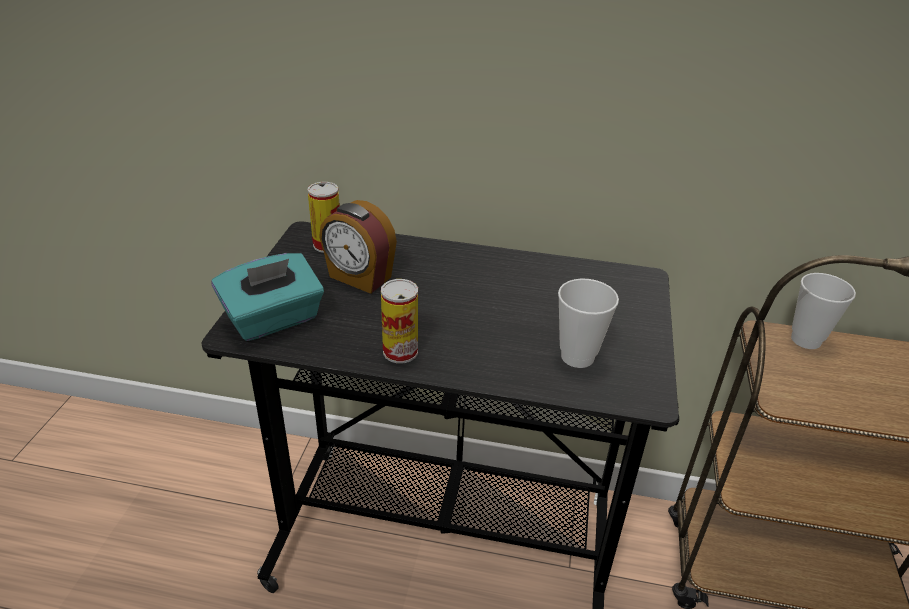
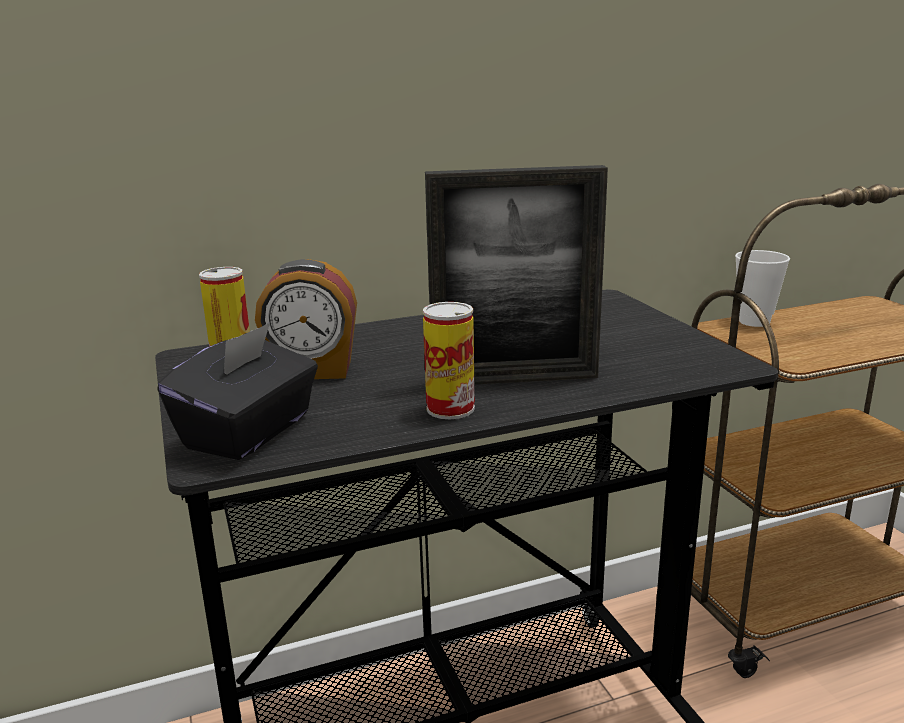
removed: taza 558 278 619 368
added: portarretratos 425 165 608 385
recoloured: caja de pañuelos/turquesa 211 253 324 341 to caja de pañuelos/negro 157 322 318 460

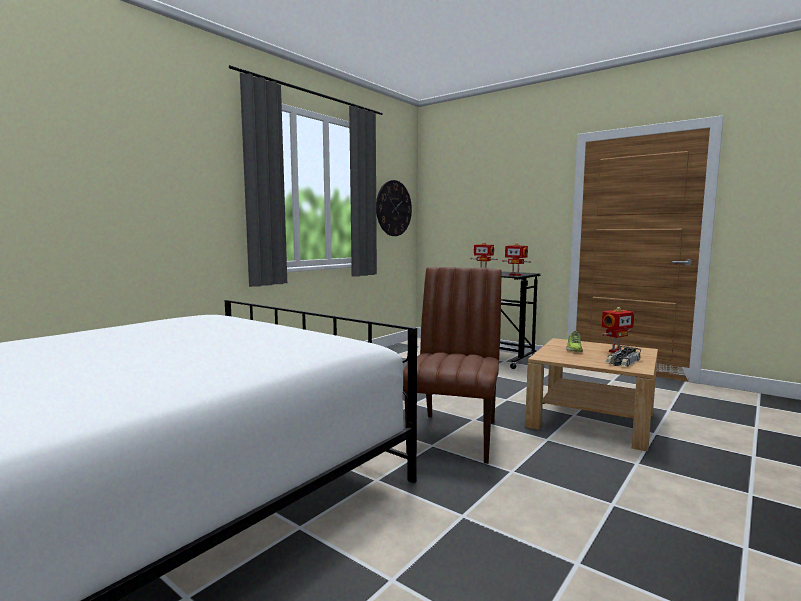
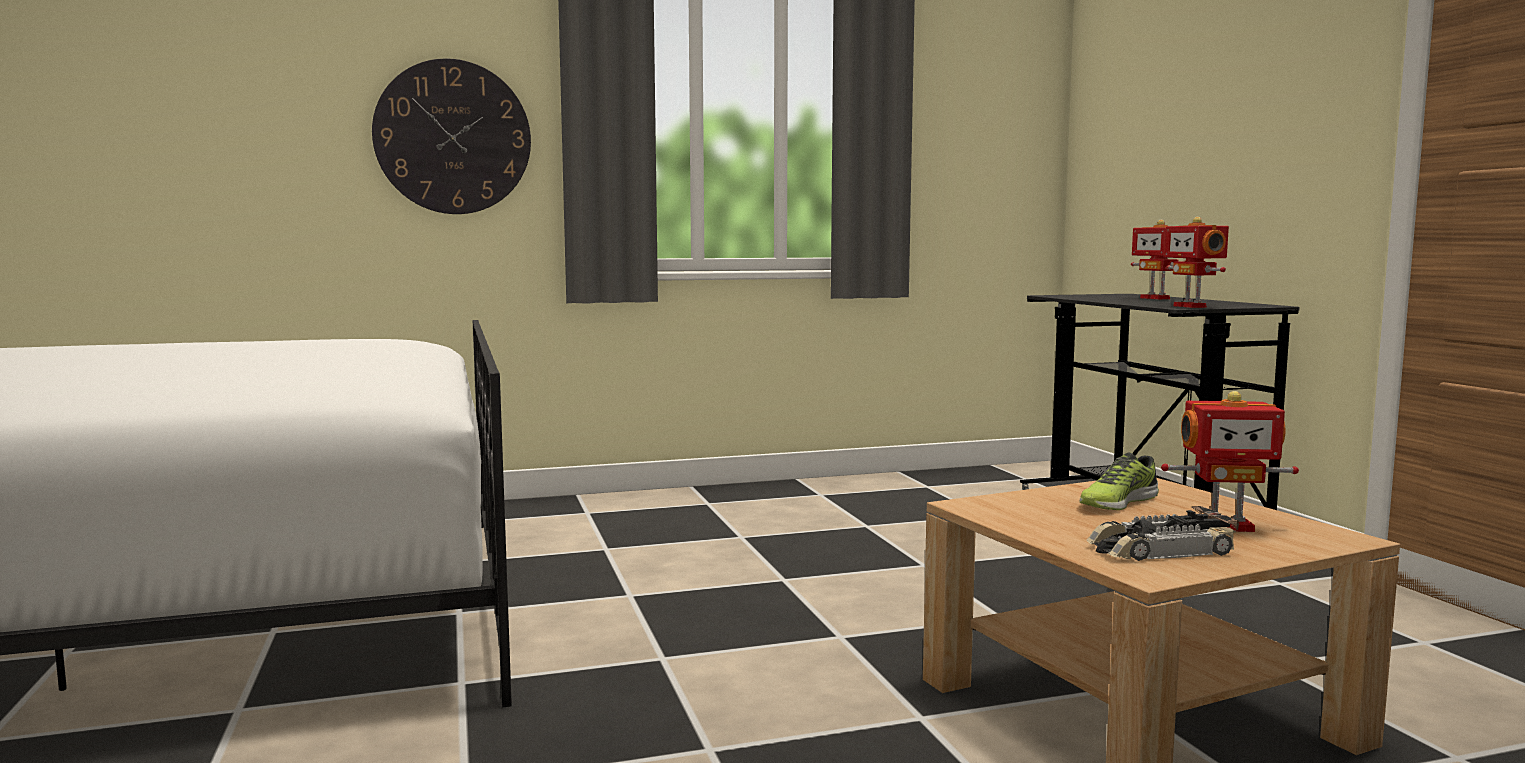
removed: silla/marrón 403 267 502 464
moved: reloj de pared 376 180 412 236 to 372 58 531 214

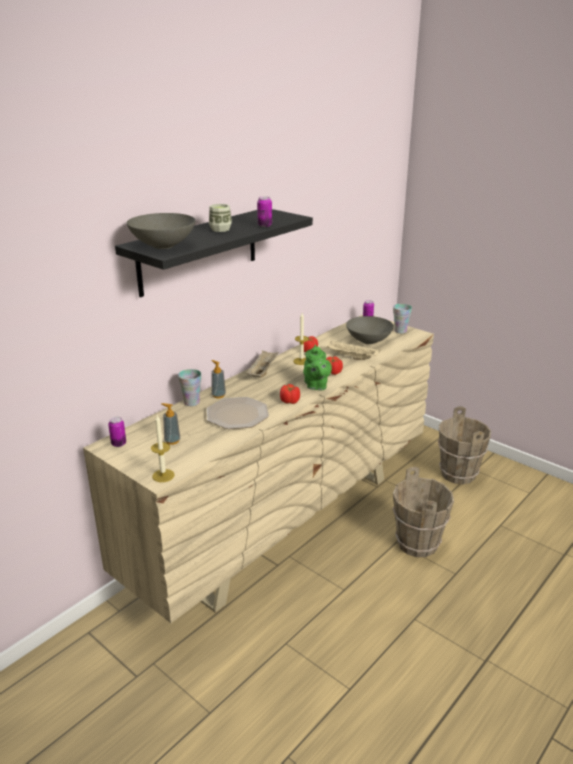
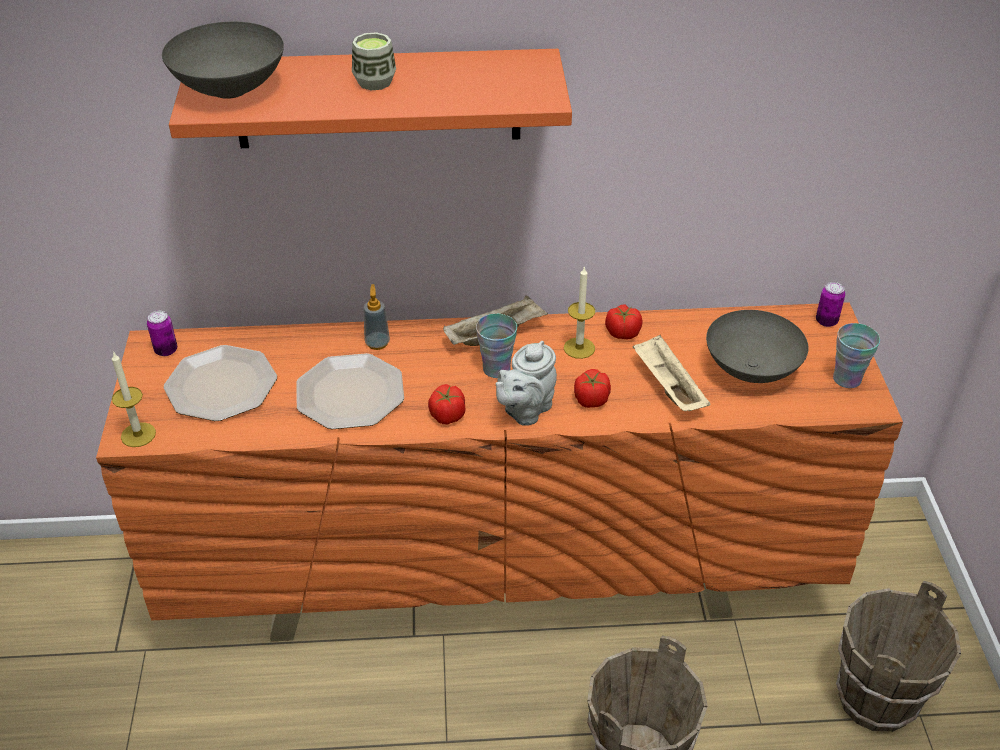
removed: lata 257 197 272 227
moved: taza 178 369 201 406 to 476 314 517 378
replaced: dispensador de jabón 161 403 180 445 to plato 164 345 277 421
recoloured: armario/beis 83 315 434 623 to armario/naranja 96 302 903 642; estante/negro 115 209 313 297 to estante/naranja 169 49 572 148; tetera/verde 303 345 332 390 to tetera/gris 496 341 557 426

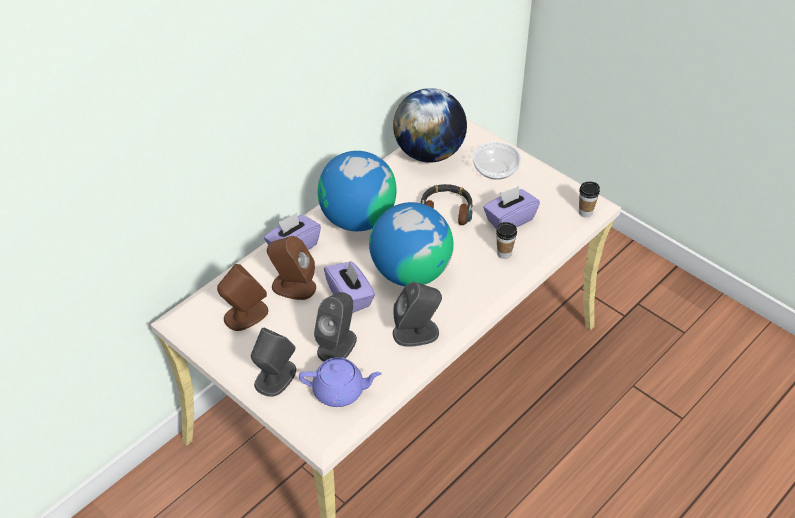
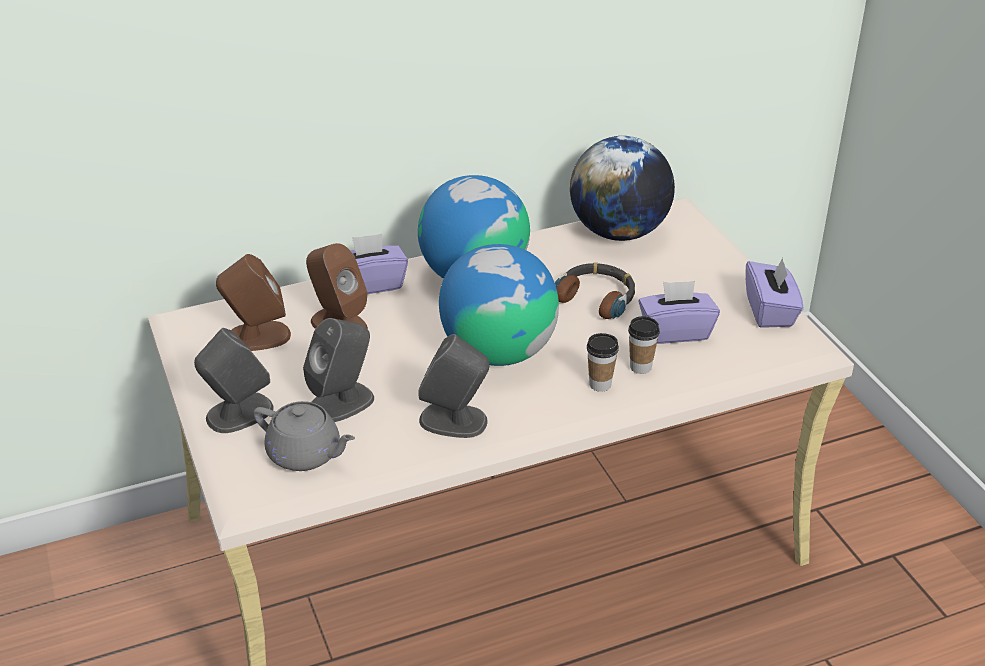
removed: cuenco 473 142 521 180
moved: caja de pañuelos/morado 324 261 375 313 to 746 258 803 328; taza 579 182 600 218 to 587 333 619 392
recoloured: tetera/morado 299 357 382 407 to tetera/gris 253 401 355 471

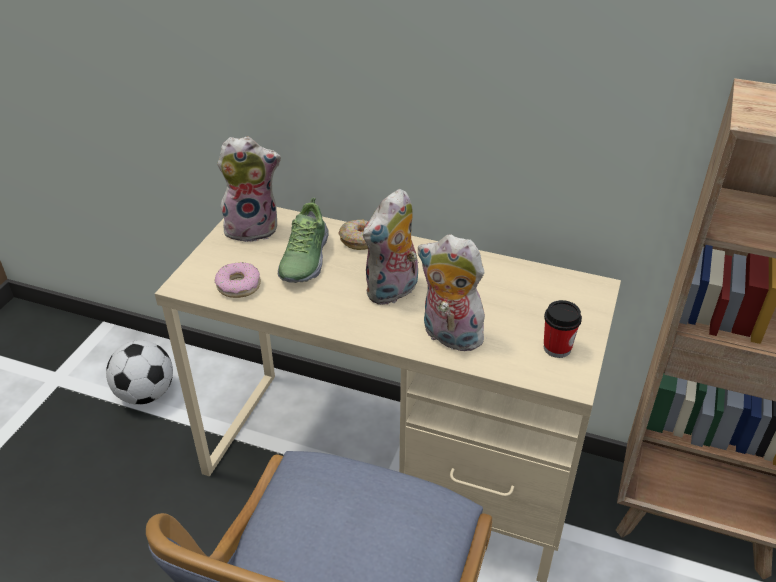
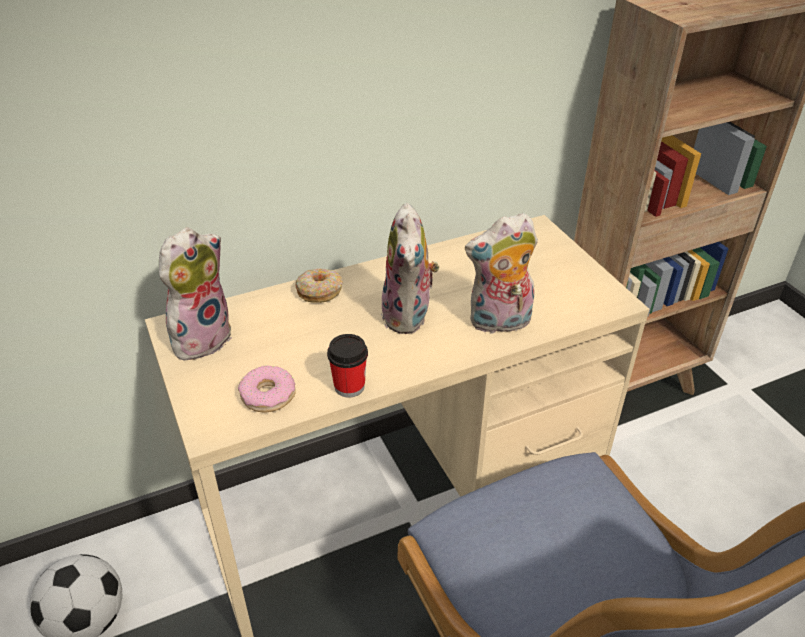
removed: zapato 278 197 329 283
moved: taza 544 300 582 358 to 327 334 368 397

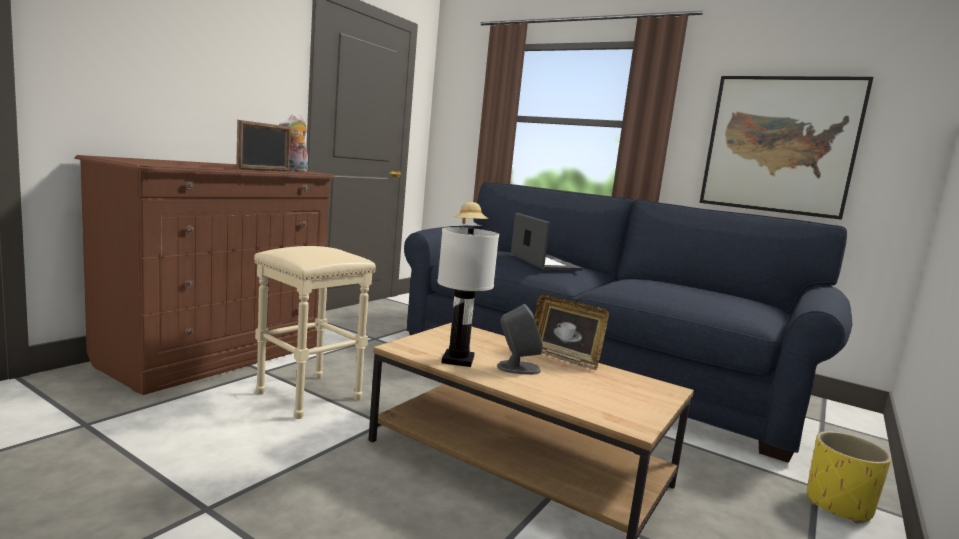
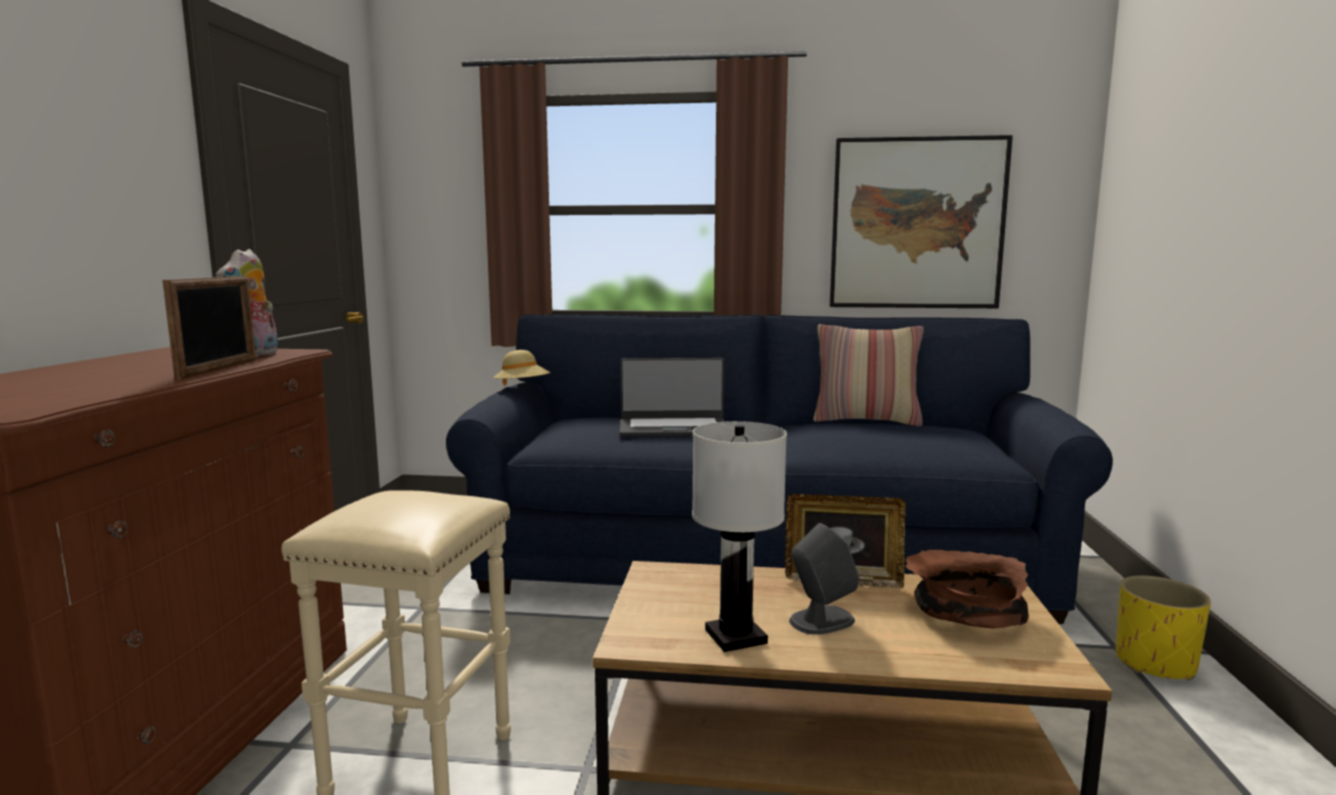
added: cojín 813 324 924 426; cuenco/marrón 906 550 1029 628
turned: portátil 511 213 583 271 = 620 358 725 437 135 degrees clockwise

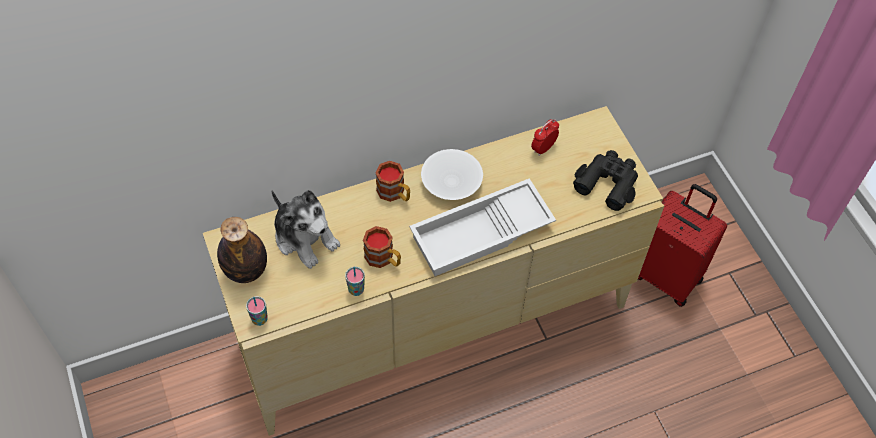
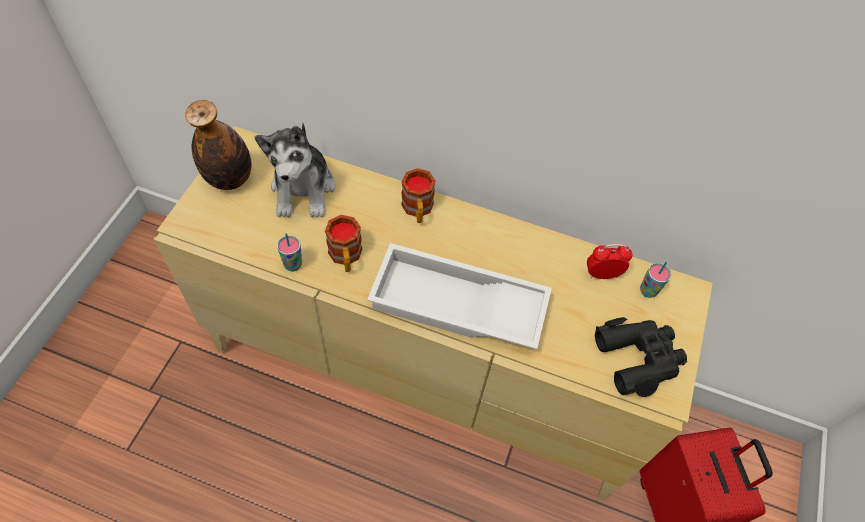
removed: cuenco/blanco 421 149 483 200
moved: taza 246 296 268 326 to 640 262 672 298

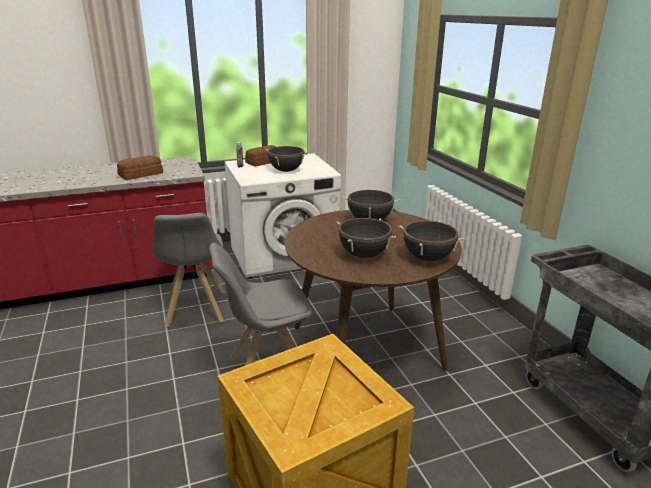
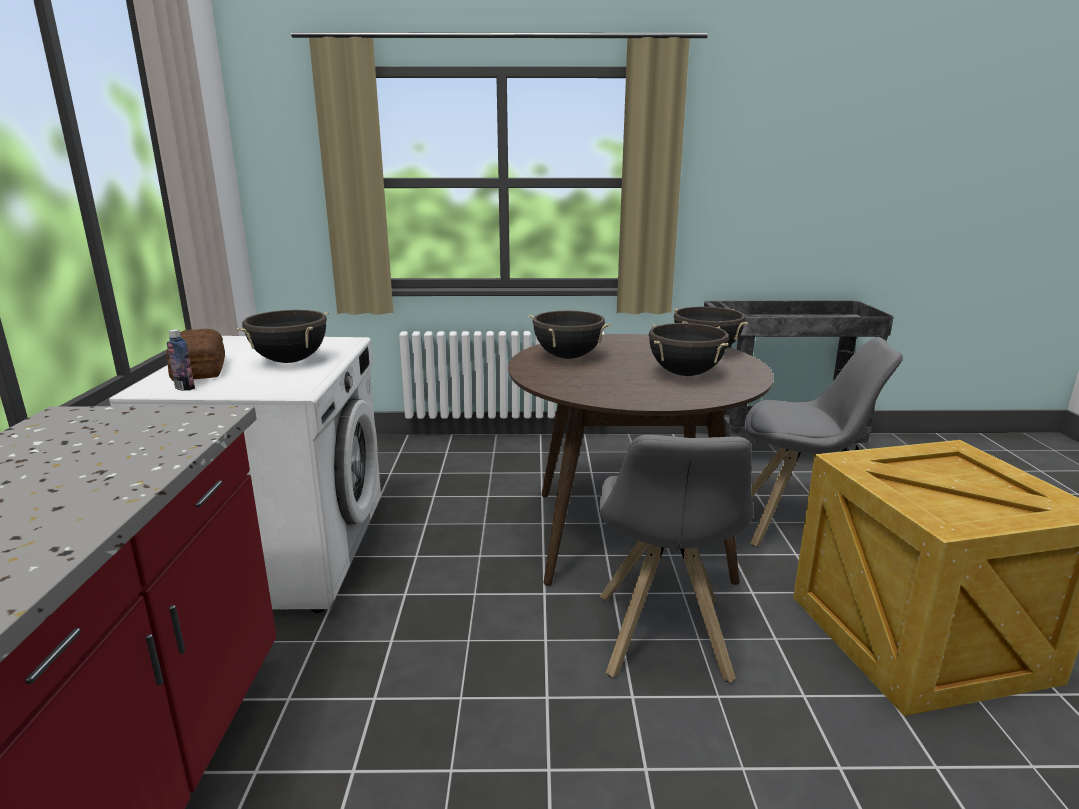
removed: pan 117 155 163 180
moved: silla/gris 152 213 225 328 to 745 337 903 547

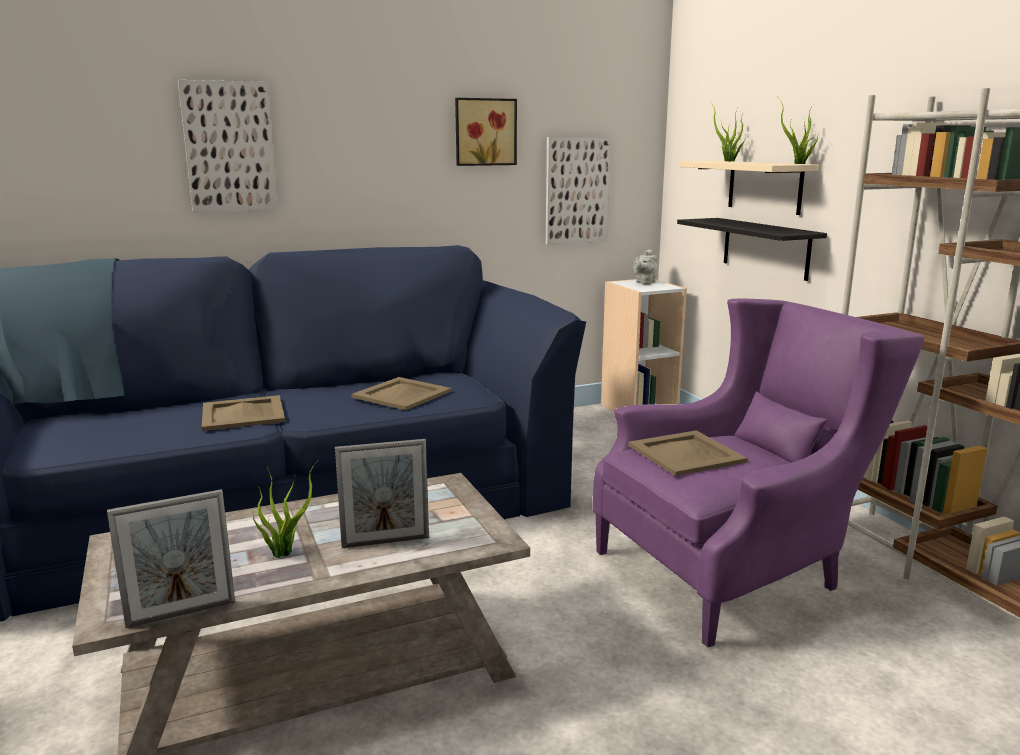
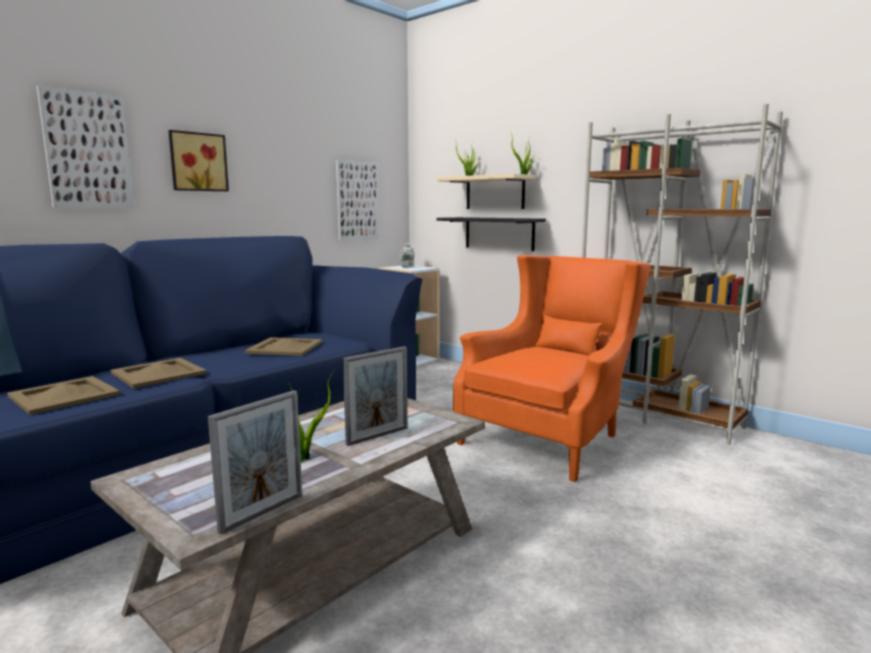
moved: cuadro 455 98 517 166 to 168 130 229 191; bandeja/beis 628 430 748 476 to 7 376 121 415
recoloured: sillón/morado 593 299 925 648 to sillón/naranja 453 255 650 482

